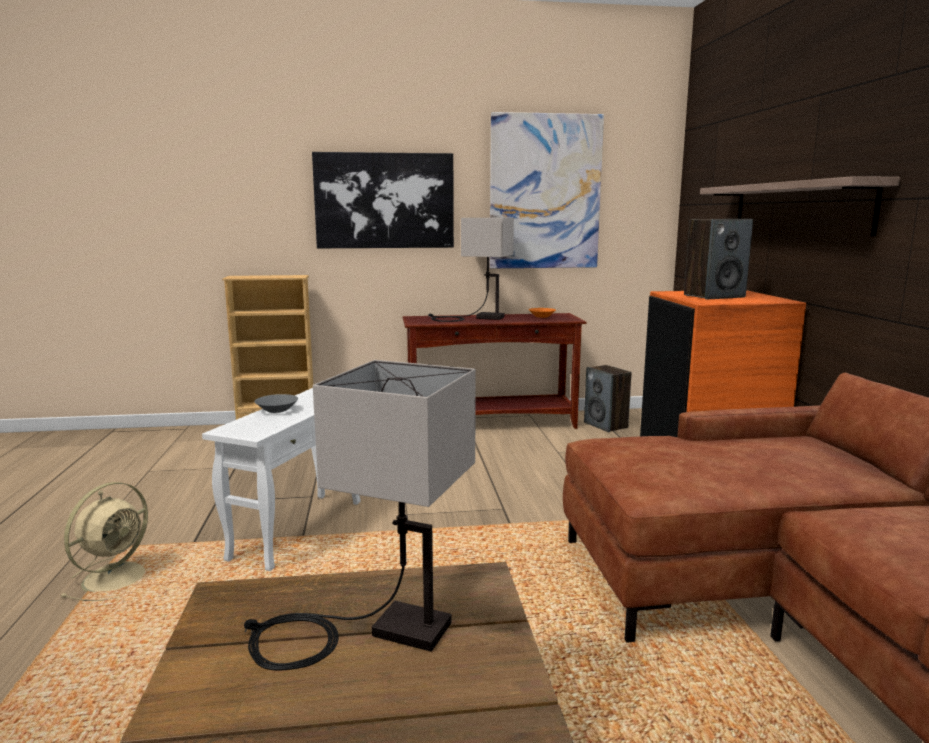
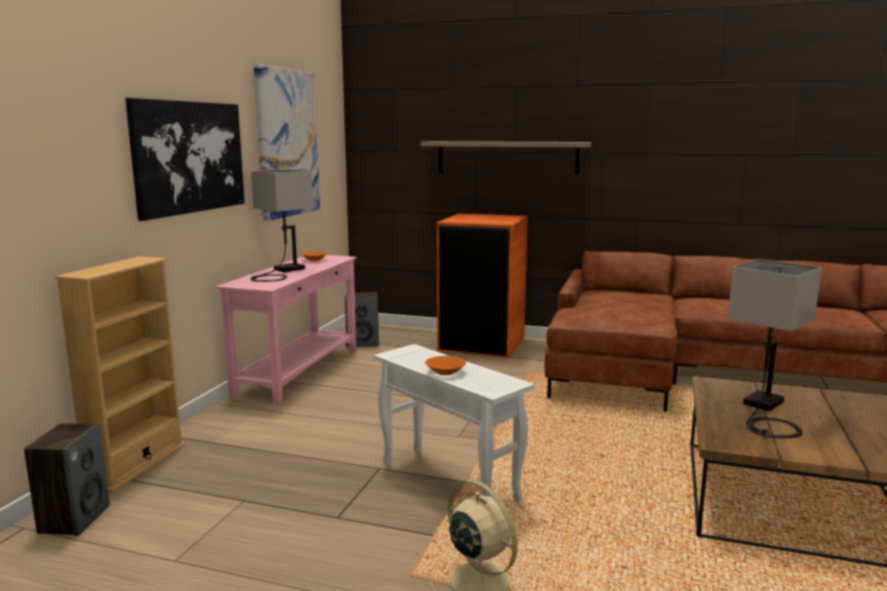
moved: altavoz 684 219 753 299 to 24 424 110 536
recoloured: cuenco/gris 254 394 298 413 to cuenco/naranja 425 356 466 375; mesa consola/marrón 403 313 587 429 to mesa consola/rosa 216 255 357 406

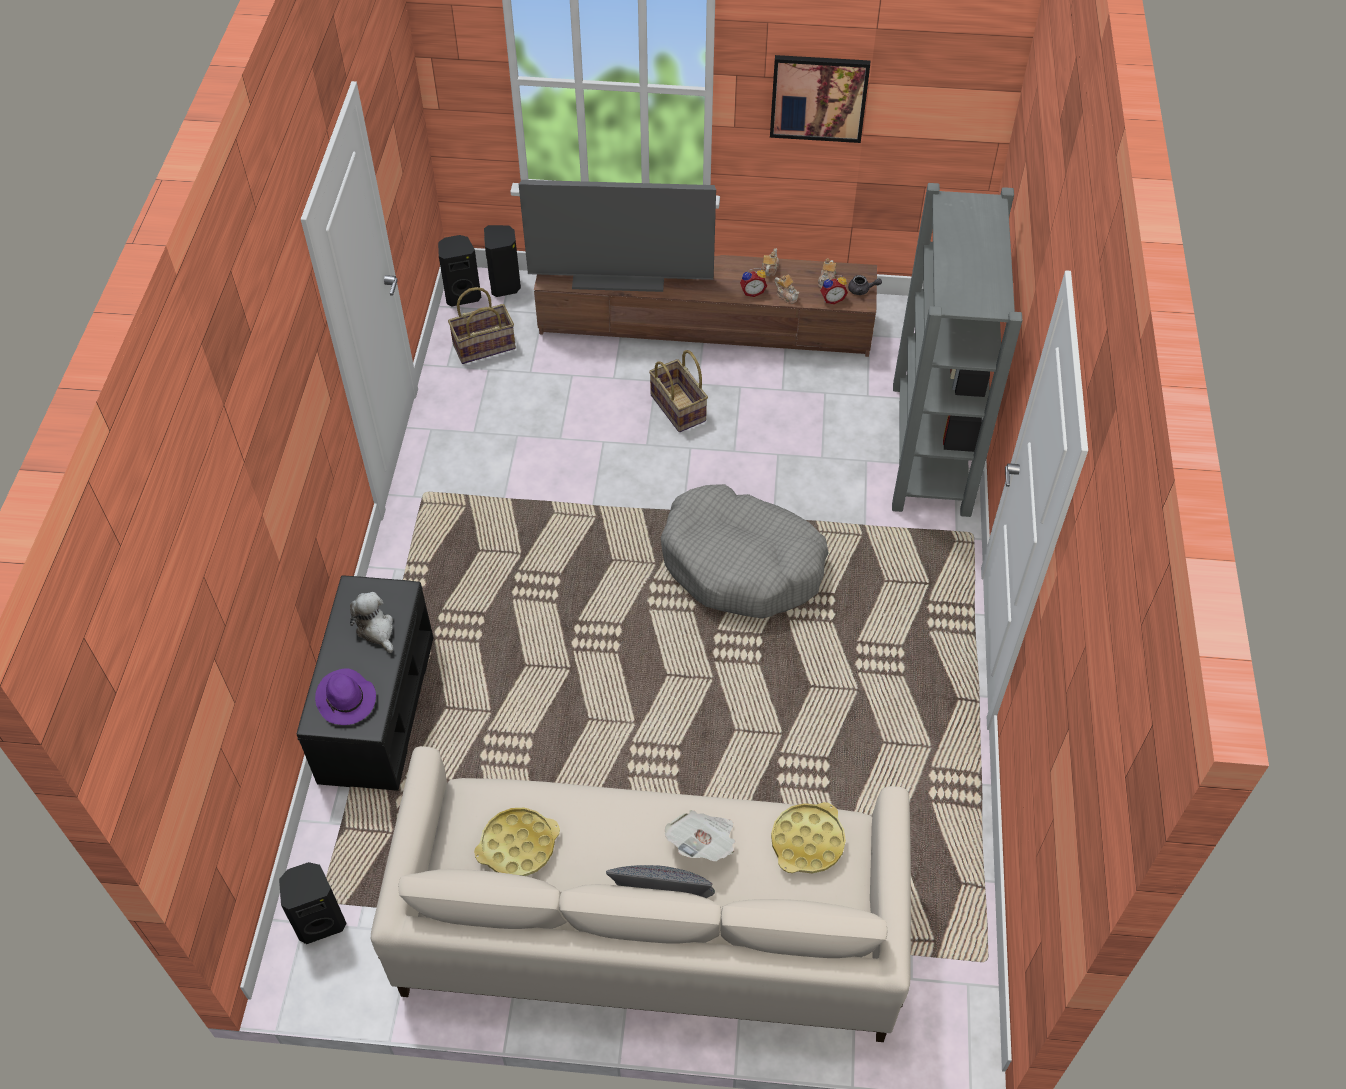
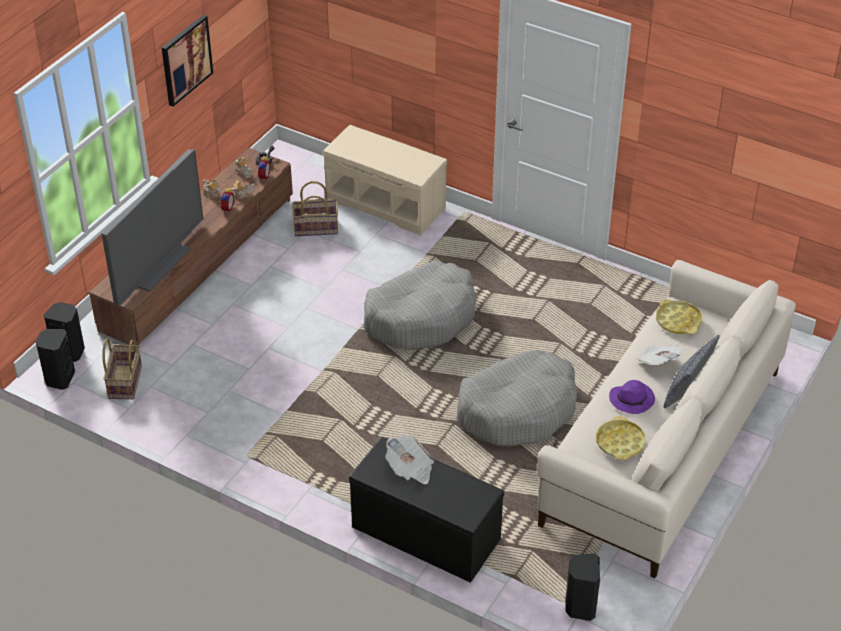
added: cama para perro/gris 456 350 577 447
moved: sombrero/morado 315 668 376 725 to 609 380 655 414; cesta 649 350 708 432 to 292 181 338 236
replaced: peluche 350 592 393 653 to periódico 385 435 434 484; estantería/gris 892 183 1022 517 to banco/beis 323 125 447 236

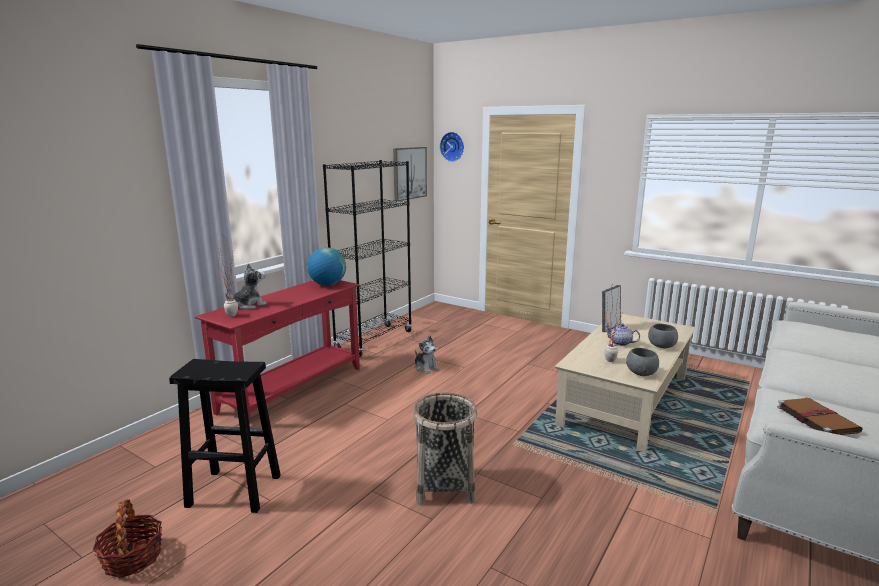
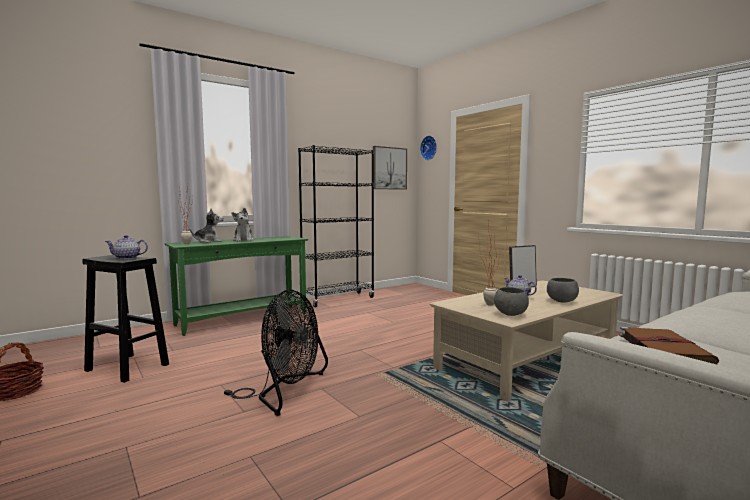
removed: globo terráqueo 307 247 346 286
added: tetera 105 235 148 259
moved: peluche 415 335 440 374 to 232 208 254 242
replaced: cesta 413 392 477 505 to ventilador/negro 224 289 328 416
recoloured: mesa consola/rojo 195 280 360 424 to mesa consola/verde 165 236 308 336

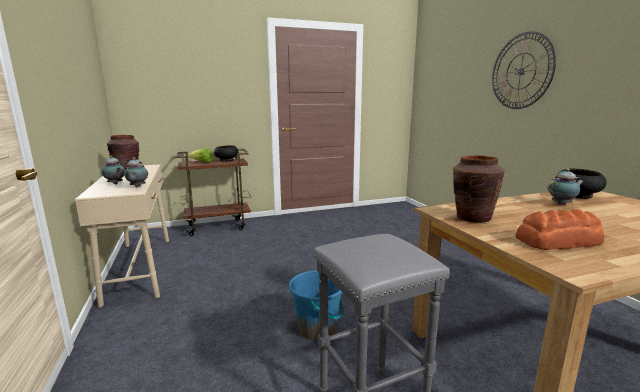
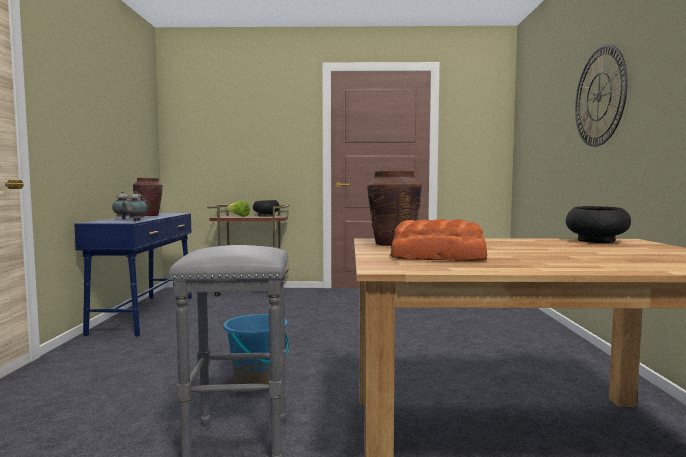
removed: tetera 547 169 584 205
recoloured: mesa consola/beis 75 164 169 308 to mesa consola/azul 74 213 192 336

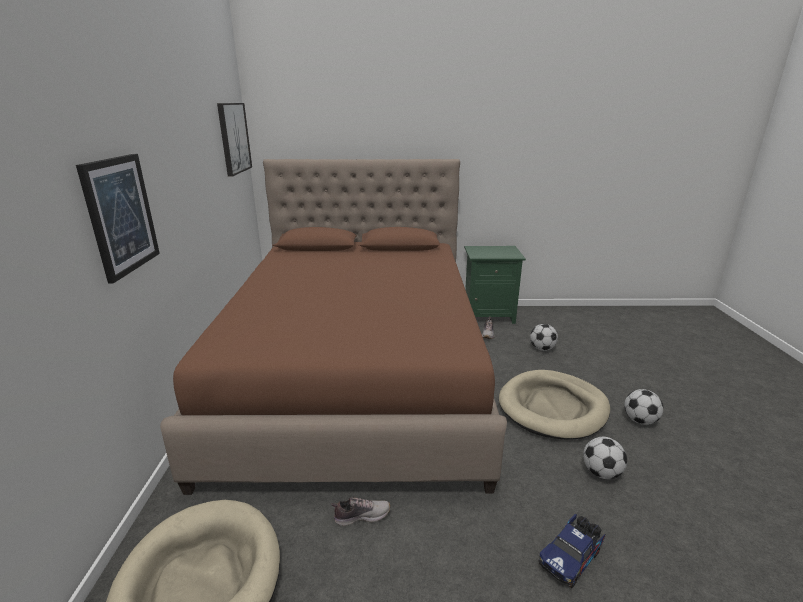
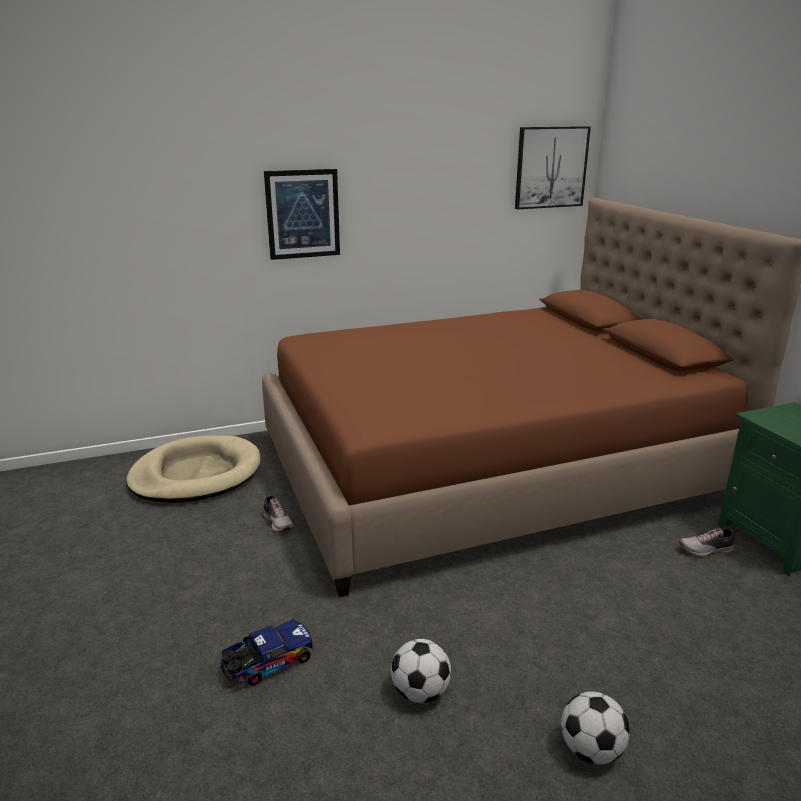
removed: cama para perro/beis 499 370 610 440; balón de fútbol 530 324 558 351
turned: camión de juguete 538 514 605 588 = 221 619 313 686 120 degrees clockwise

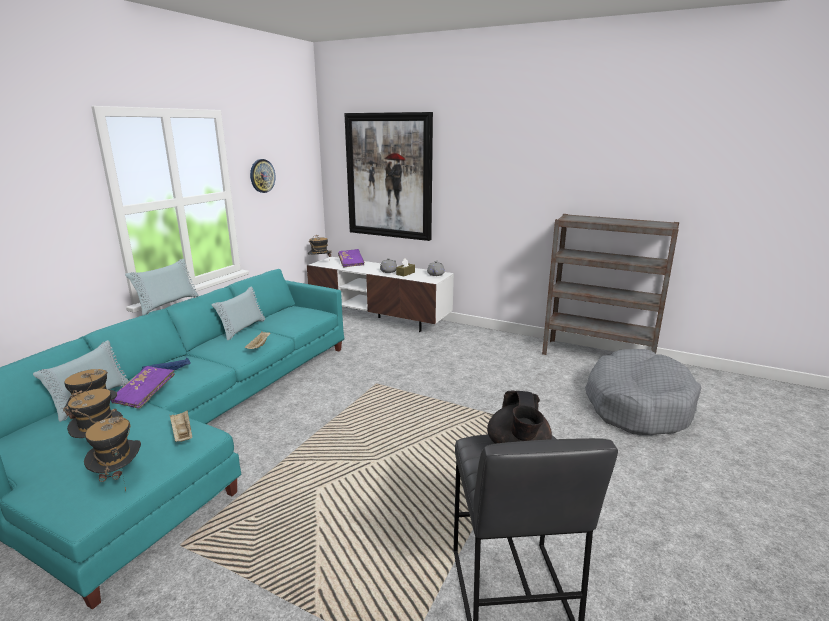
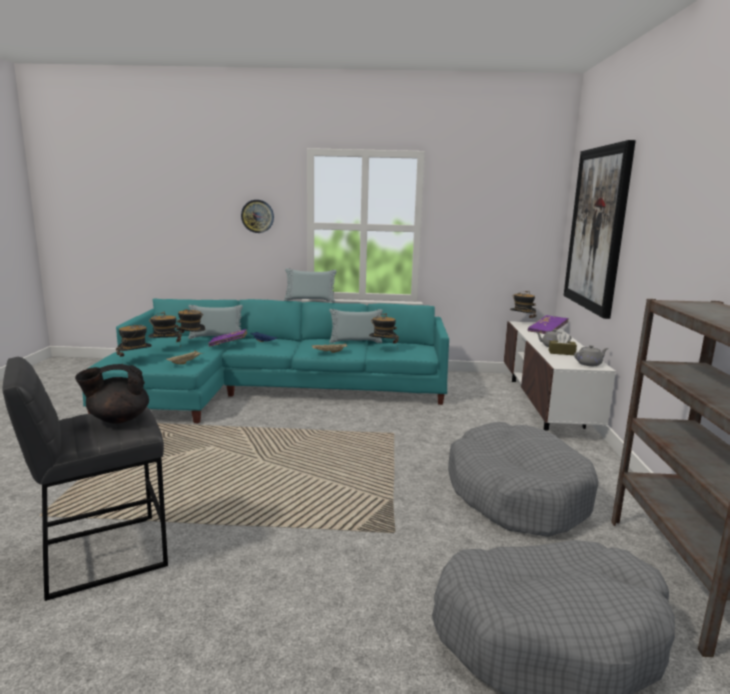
added: sombrero 369 313 399 350; cama para perro/gris 448 422 598 537
moved: reloj de pared 250 159 275 193 to 241 200 274 233

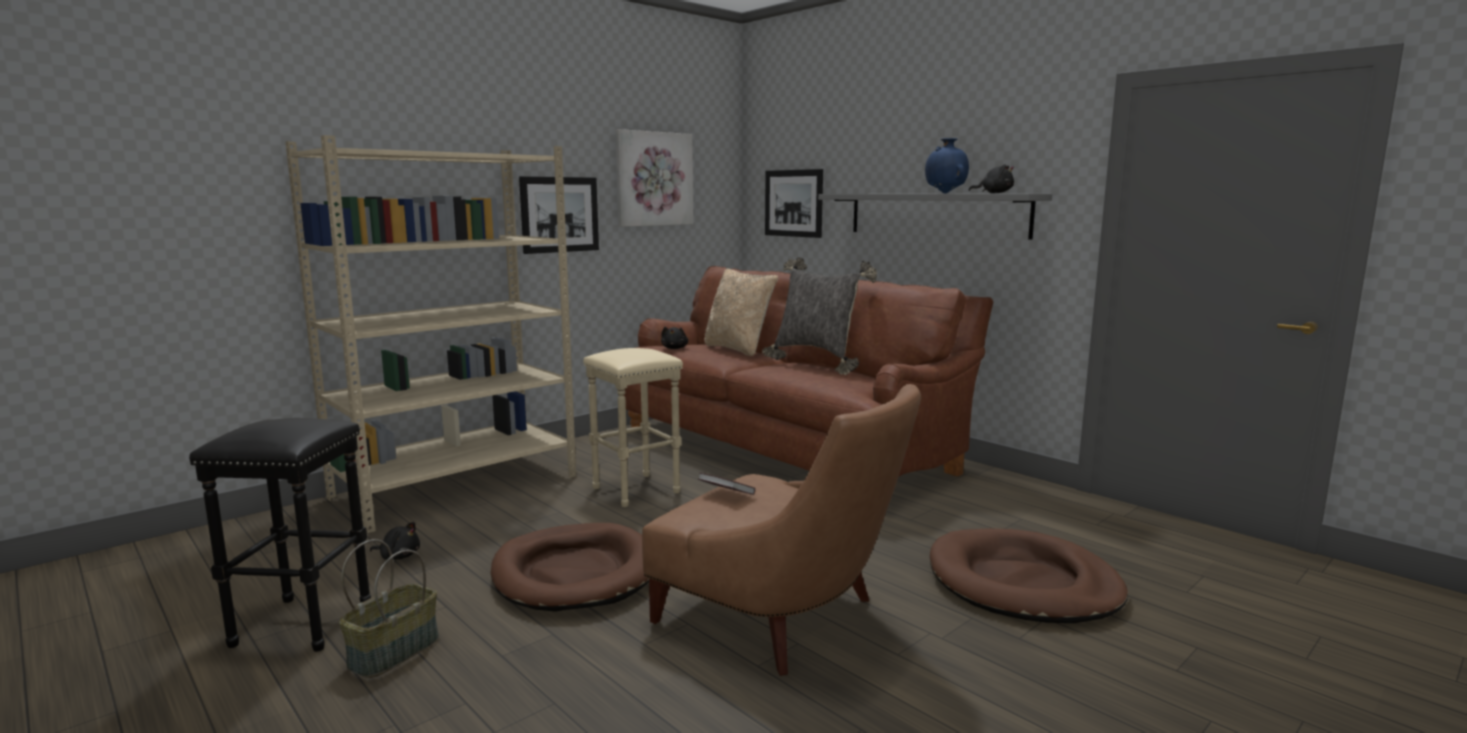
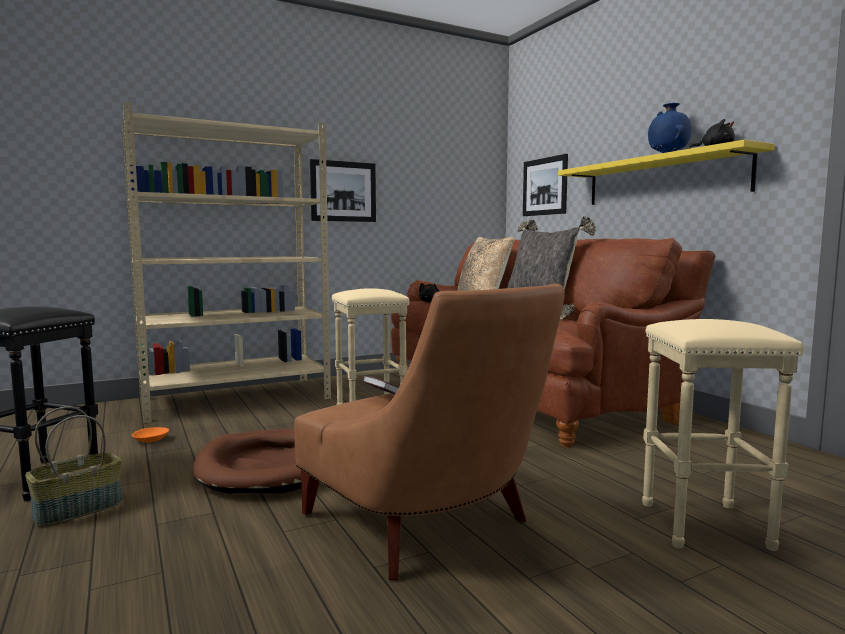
removed: cuadro 615 129 693 227
replaced: peluche/negro 370 522 420 560 to cuenco/naranja 132 427 169 443; cama para perro/marrón 930 528 1128 623 to taburete/beis 642 319 804 551
recoloured: estante/gris 818 194 1052 240 to estante/amarillo 558 140 775 205

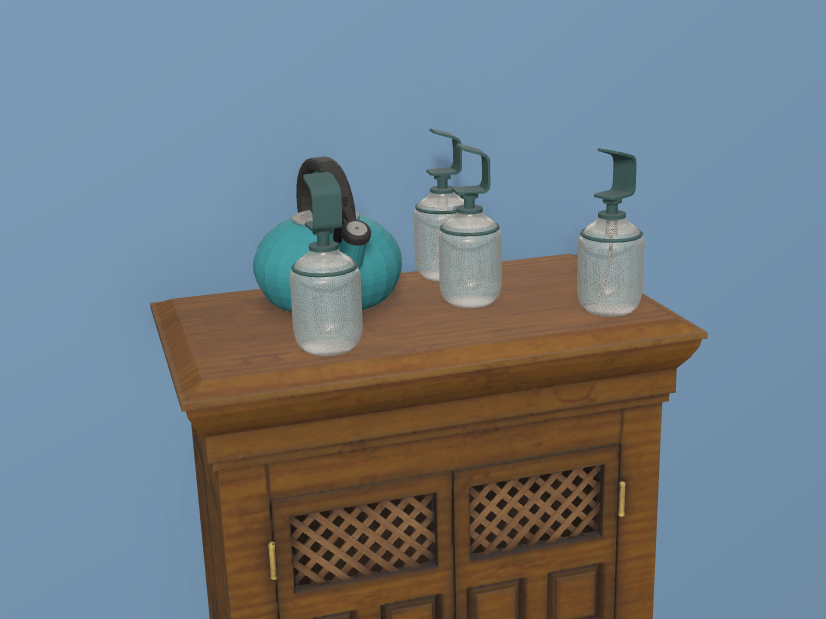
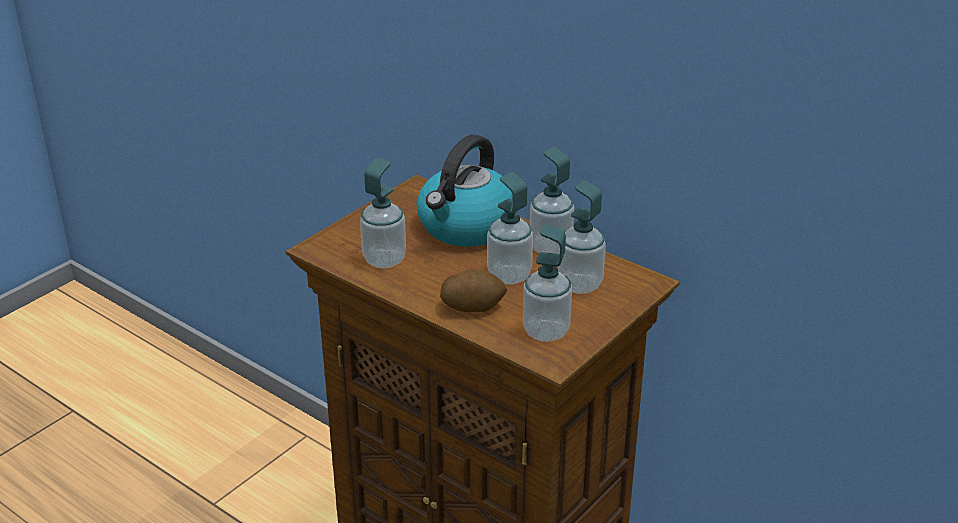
added: patata 440 269 507 312; dispensador de jabón 558 180 606 294

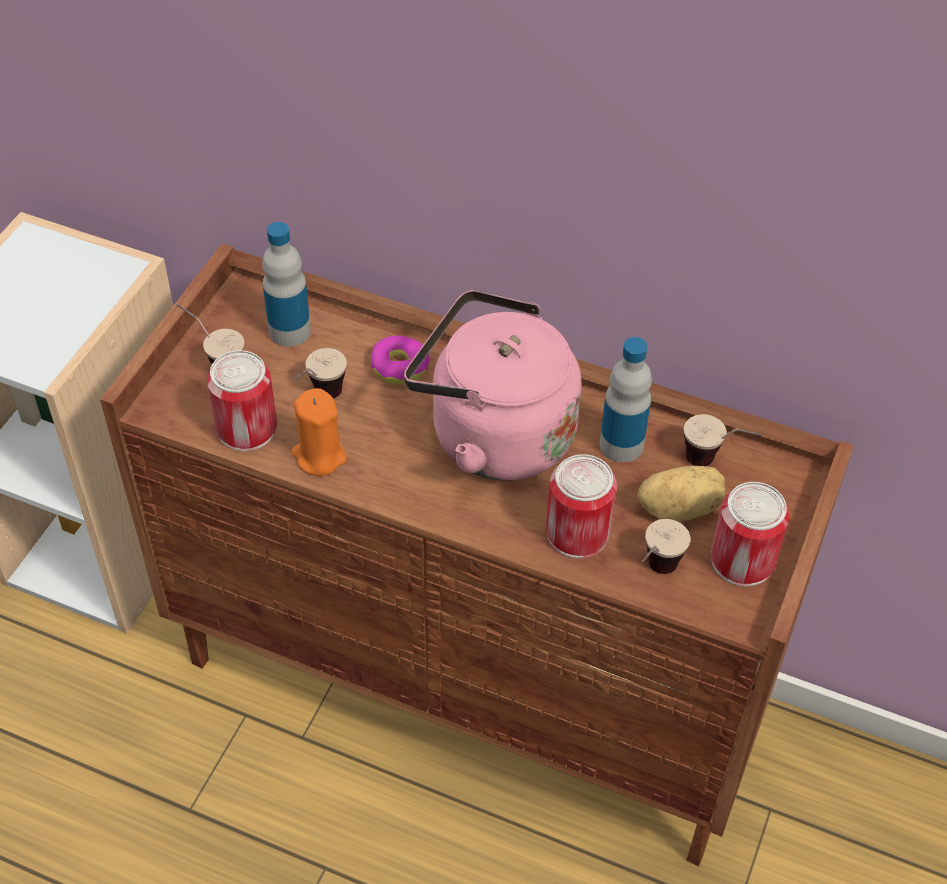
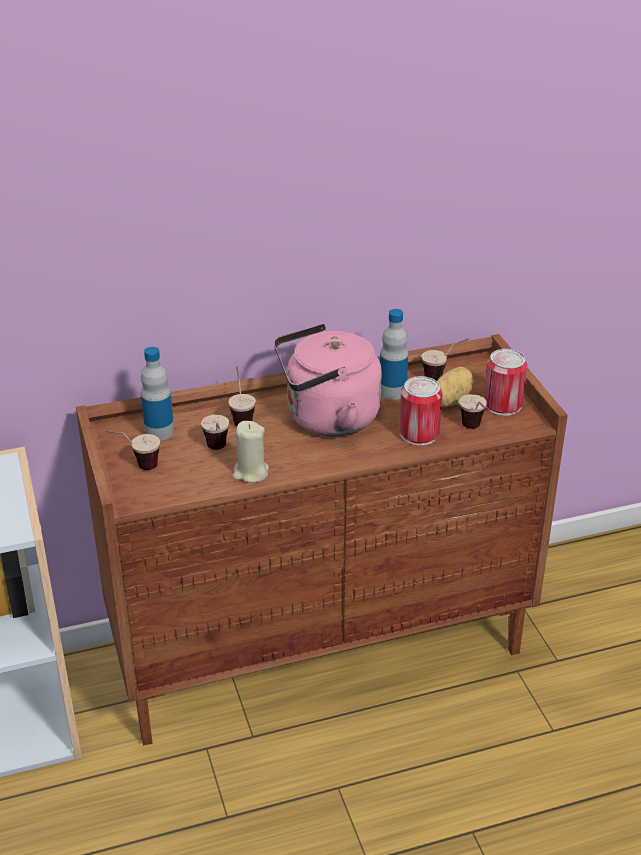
removed: lata 207 350 277 451
replaced: rosquilla 371 335 429 385 to taza 228 366 256 427
recoloured: vela/naranja 291 388 347 476 to vela/beis 233 421 269 483

